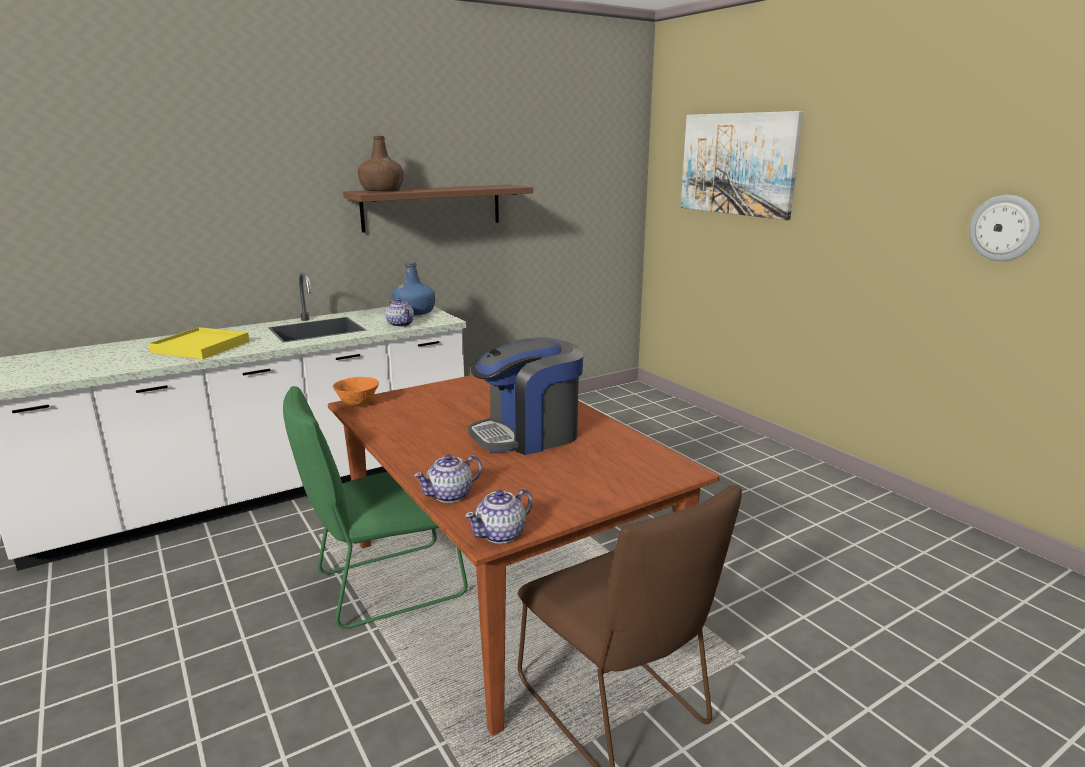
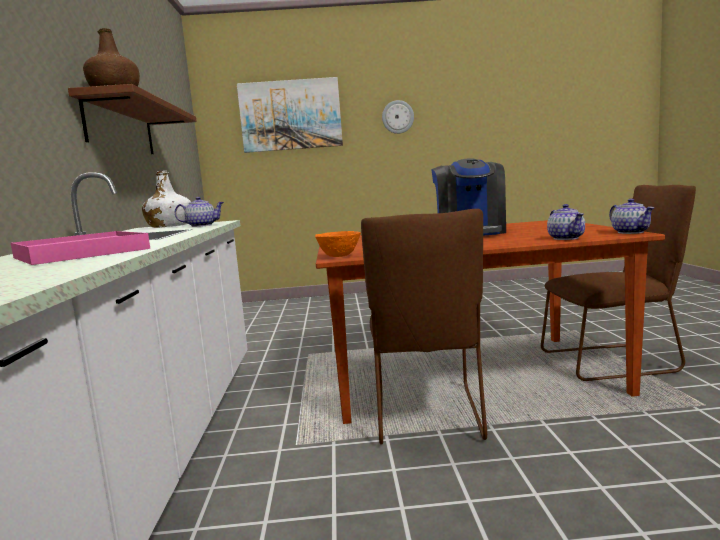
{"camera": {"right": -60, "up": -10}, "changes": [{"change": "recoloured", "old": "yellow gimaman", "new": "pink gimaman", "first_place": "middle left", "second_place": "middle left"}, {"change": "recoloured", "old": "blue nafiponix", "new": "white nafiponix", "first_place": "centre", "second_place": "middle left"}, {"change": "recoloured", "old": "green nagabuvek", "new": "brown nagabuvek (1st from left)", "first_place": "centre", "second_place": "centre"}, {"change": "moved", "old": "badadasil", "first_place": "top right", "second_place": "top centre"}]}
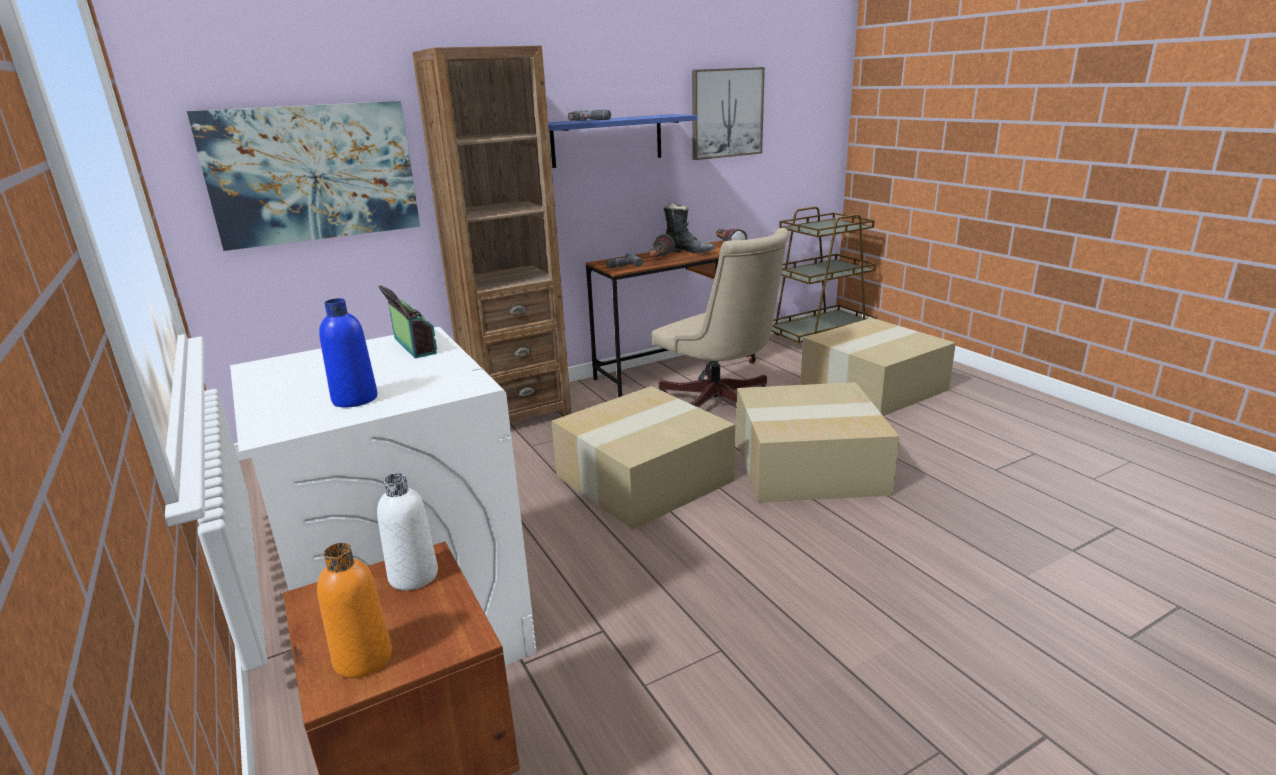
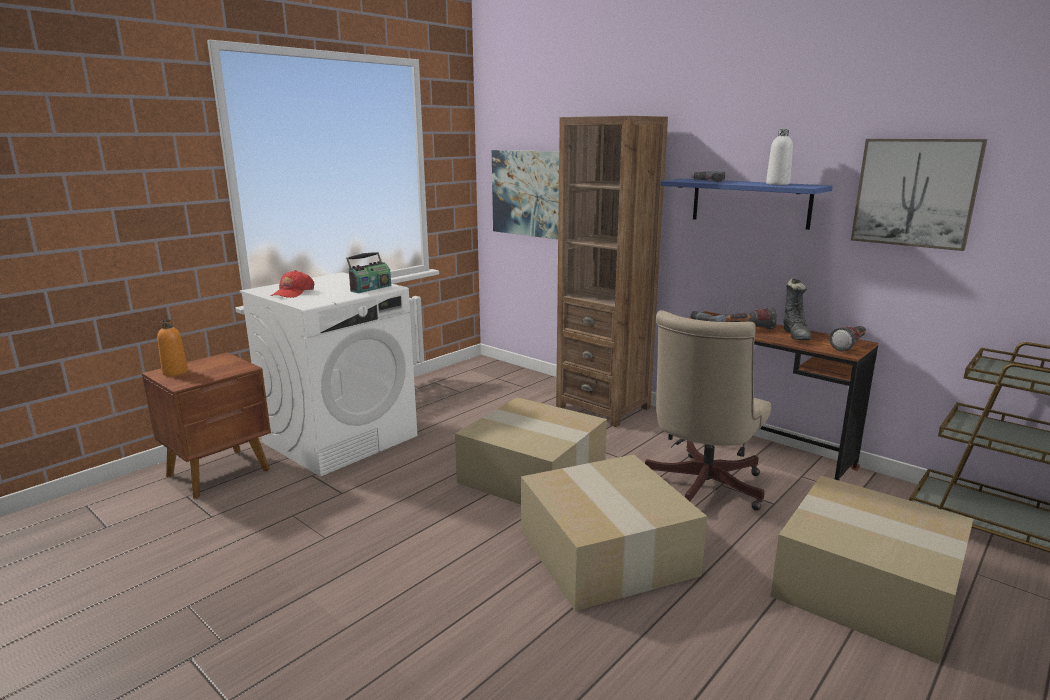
{"camera": {"right": 70, "up": -5}, "changes": [{"change": "replaced", "old": "blue nafiponix", "new": "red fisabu", "first_place": "middle left", "second_place": "middle left"}, {"change": "moved", "old": "white nafiponix", "first_place": "bottom left", "second_place": "top right"}]}
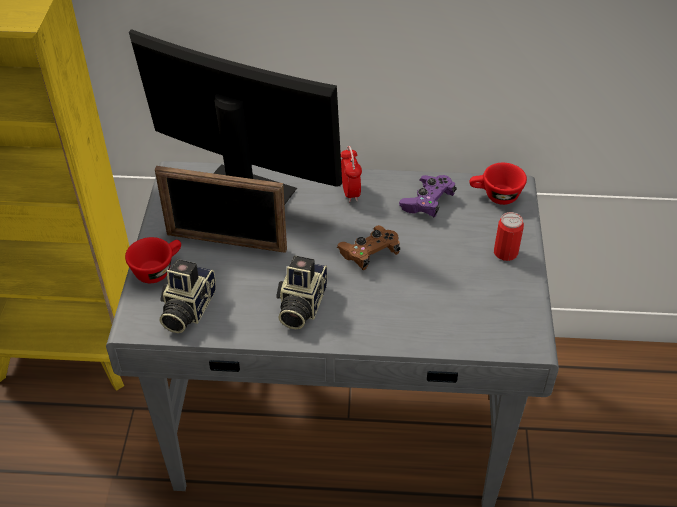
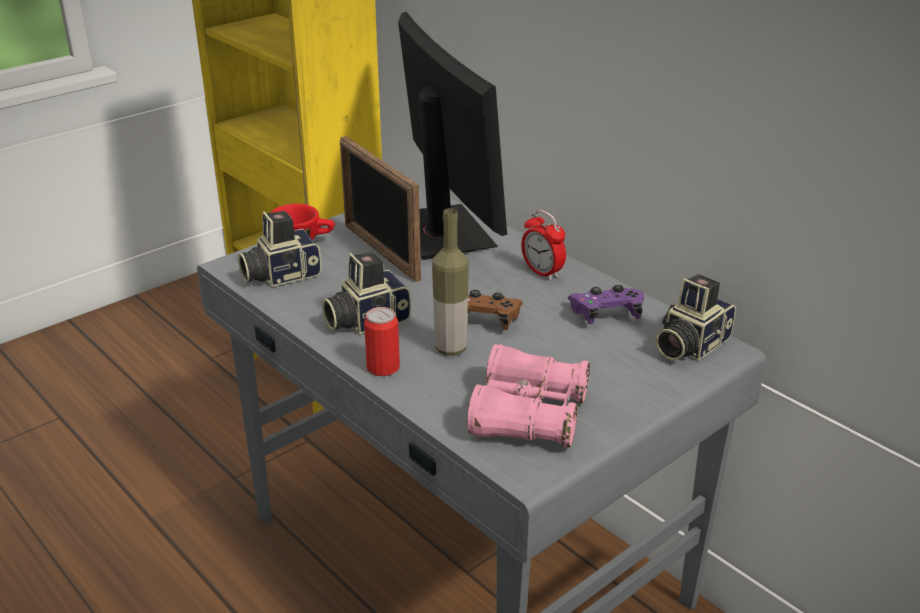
{"camera": {"right": 45, "up": -15}, "changes": [{"change": "moved", "old": "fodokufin", "first_place": "middle right", "second_place": "centre"}, {"change": "added", "new": "nafiponix", "second_place": "centre"}, {"change": "added", "new": "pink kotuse", "second_place": "centre"}, {"change": "turned", "old": "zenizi", "first_place": "centre", "second_place": "centre", "degrees": 105}, {"change": "replaced", "old": "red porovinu (2nd from left)", "new": "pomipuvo (3rd from left)", "first_place": "middle right", "second_place": "middle right"}]}
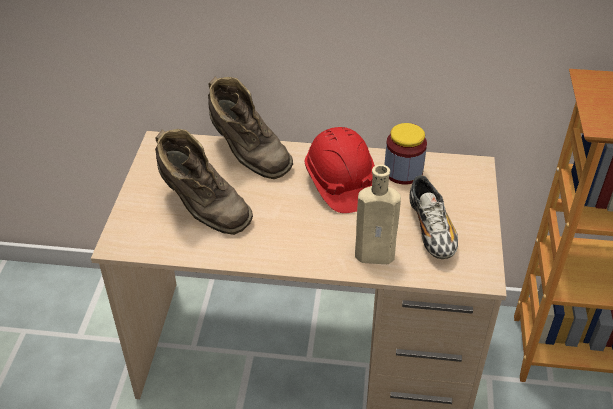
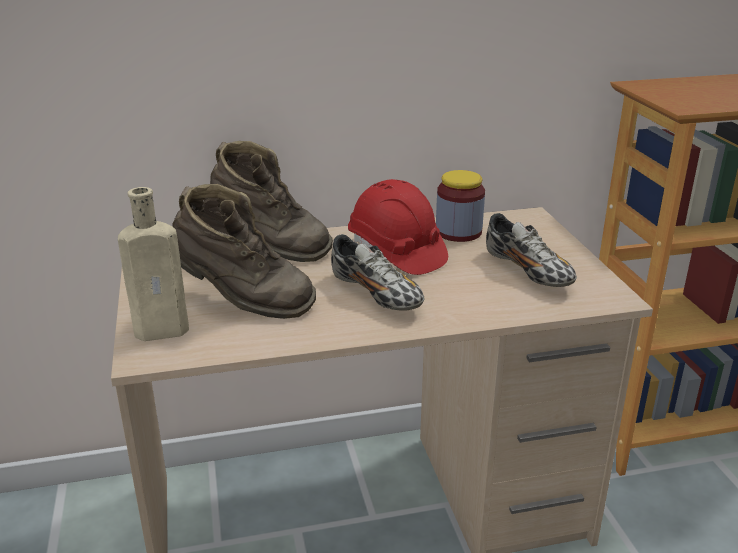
{"camera": {"right": -20, "up": -15}, "changes": [{"change": "moved", "old": "beige nafiponix", "first_place": "centre", "second_place": "middle left"}, {"change": "added", "new": "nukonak (1st from left)", "second_place": "centre"}]}
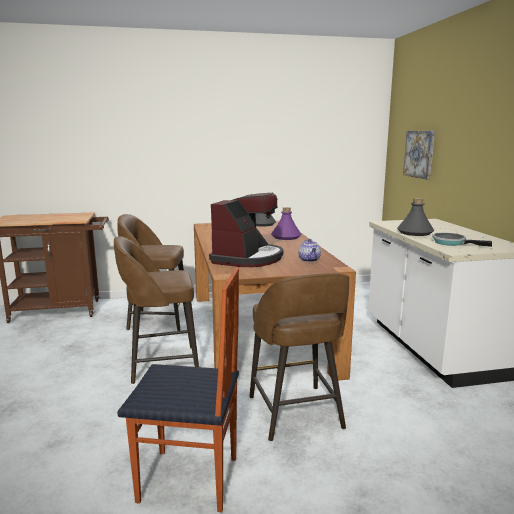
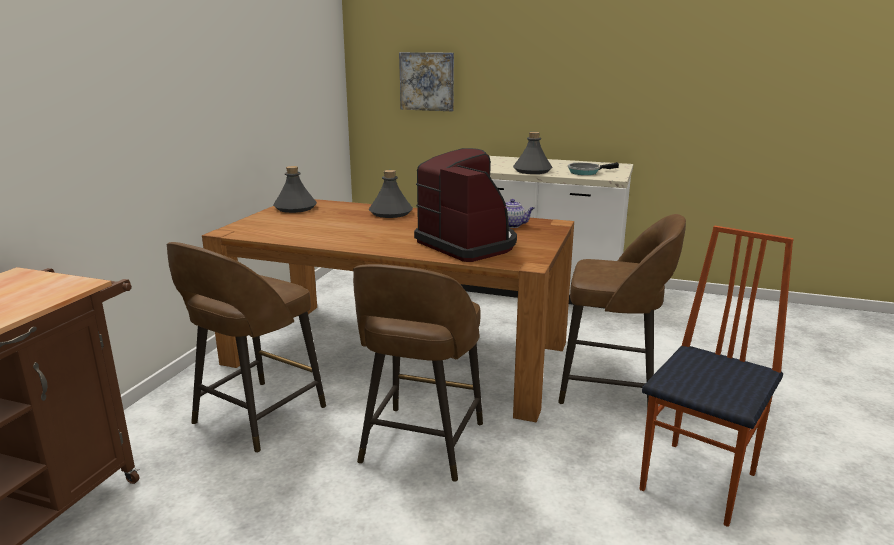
{"camera": {"right": -60, "up": 5}, "changes": [{"change": "recoloured", "old": "purple nafiponix", "new": "grey nafiponix (2nd from left)", "first_place": "centre", "second_place": "centre"}]}
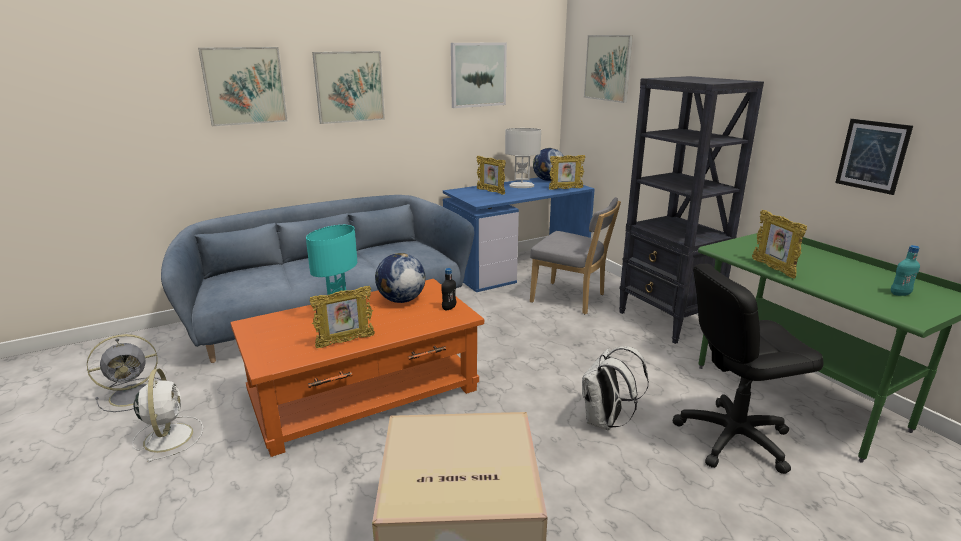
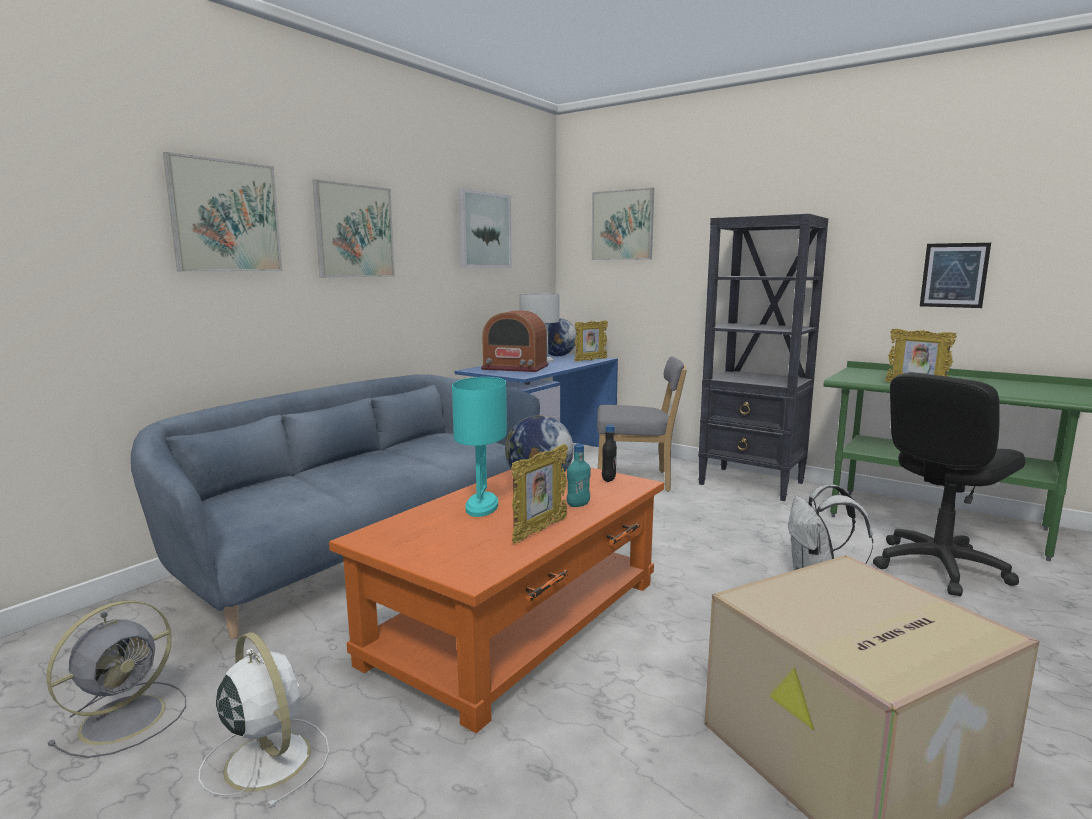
{"camera": {"right": -25, "up": -10}, "changes": [{"change": "replaced", "old": "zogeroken (2nd from left)", "new": "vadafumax", "first_place": "top centre", "second_place": "centre"}, {"change": "moved", "old": "turquoise nafiponix", "first_place": "middle right", "second_place": "centre"}]}
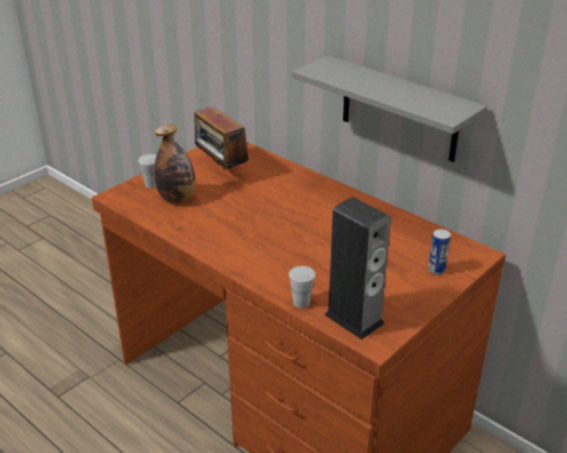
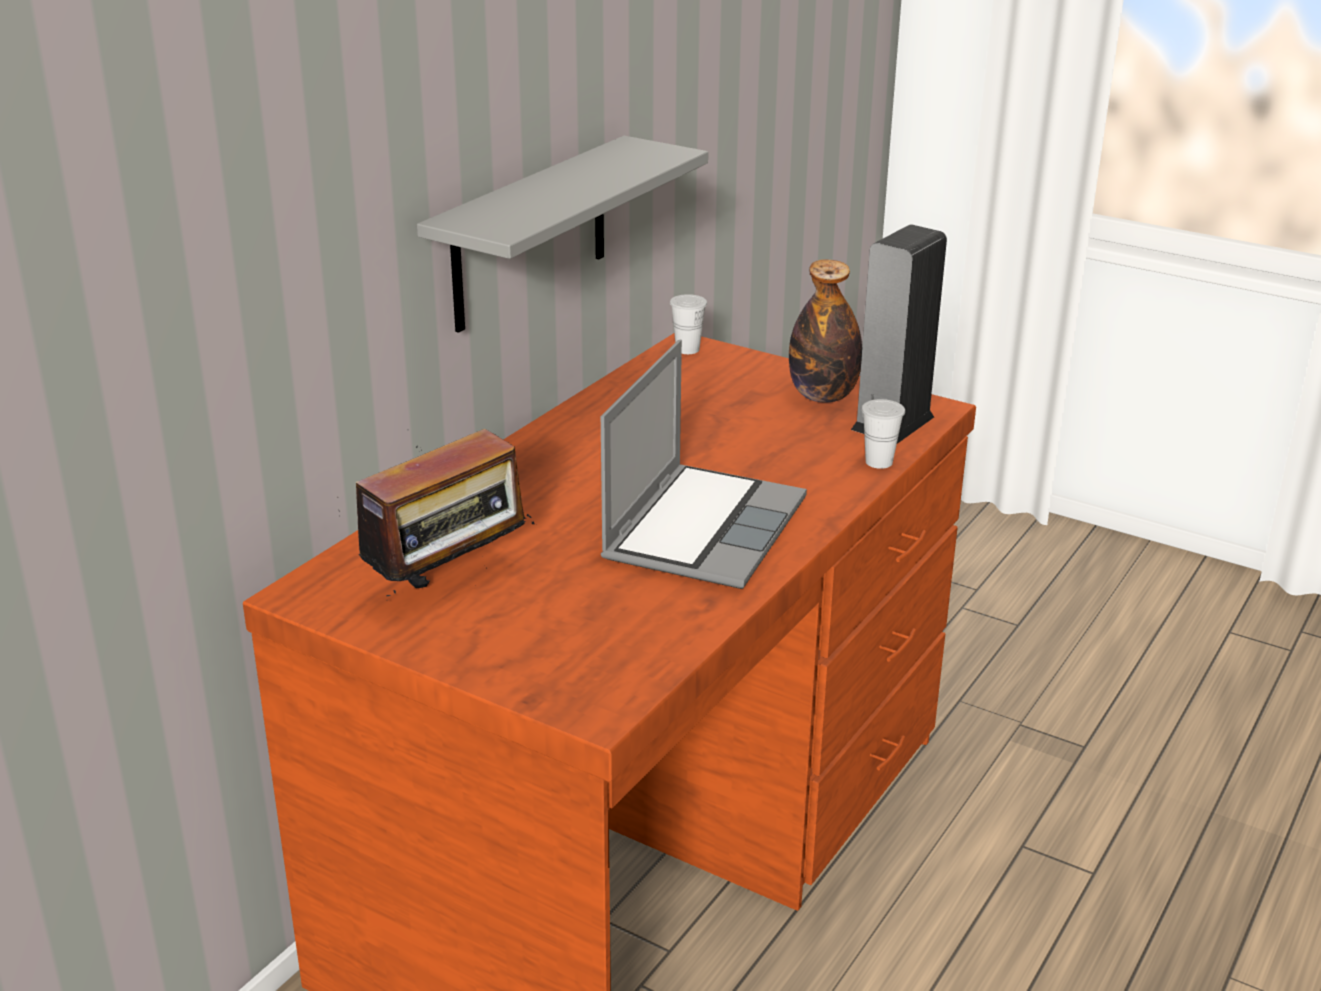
{"camera": {"right": -100, "up": -5}, "changes": [{"change": "added", "new": "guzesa", "second_place": "centre"}, {"change": "moved", "old": "white porovinu (1st from left)", "first_place": "middle left", "second_place": "top centre"}, {"change": "moved", "old": "nafiponix", "first_place": "middle left", "second_place": "centre"}, {"change": "removed", "old": "fodokufin", "first_place": "middle right"}]}
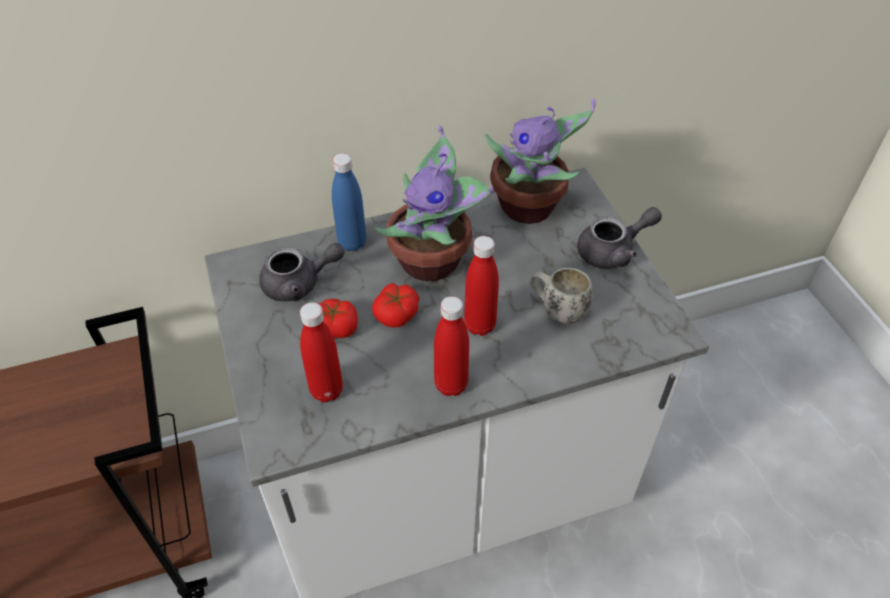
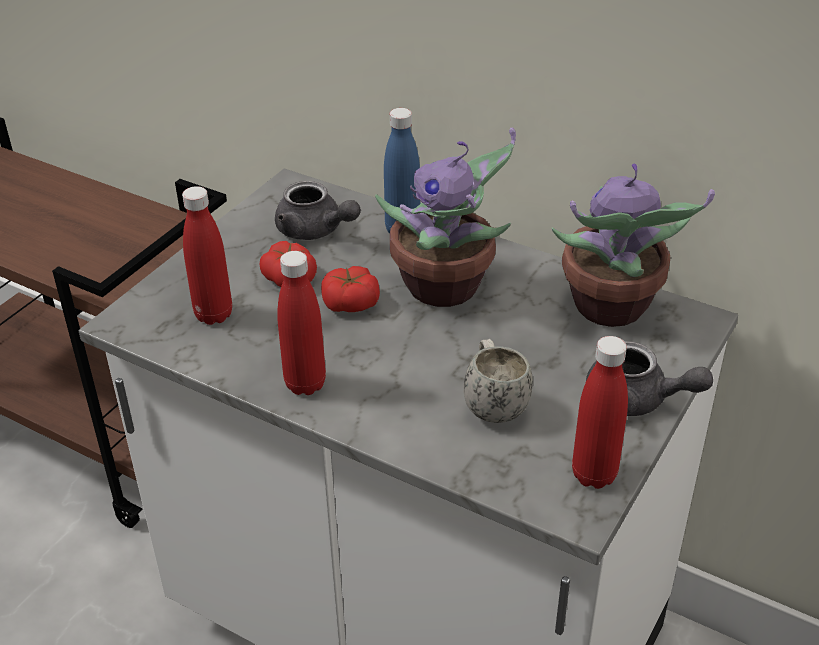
{"camera": {"right": 50, "up": -10}, "changes": [{"change": "moved", "old": "red nafiponix (3rd from left)", "first_place": "centre", "second_place": "middle right"}]}
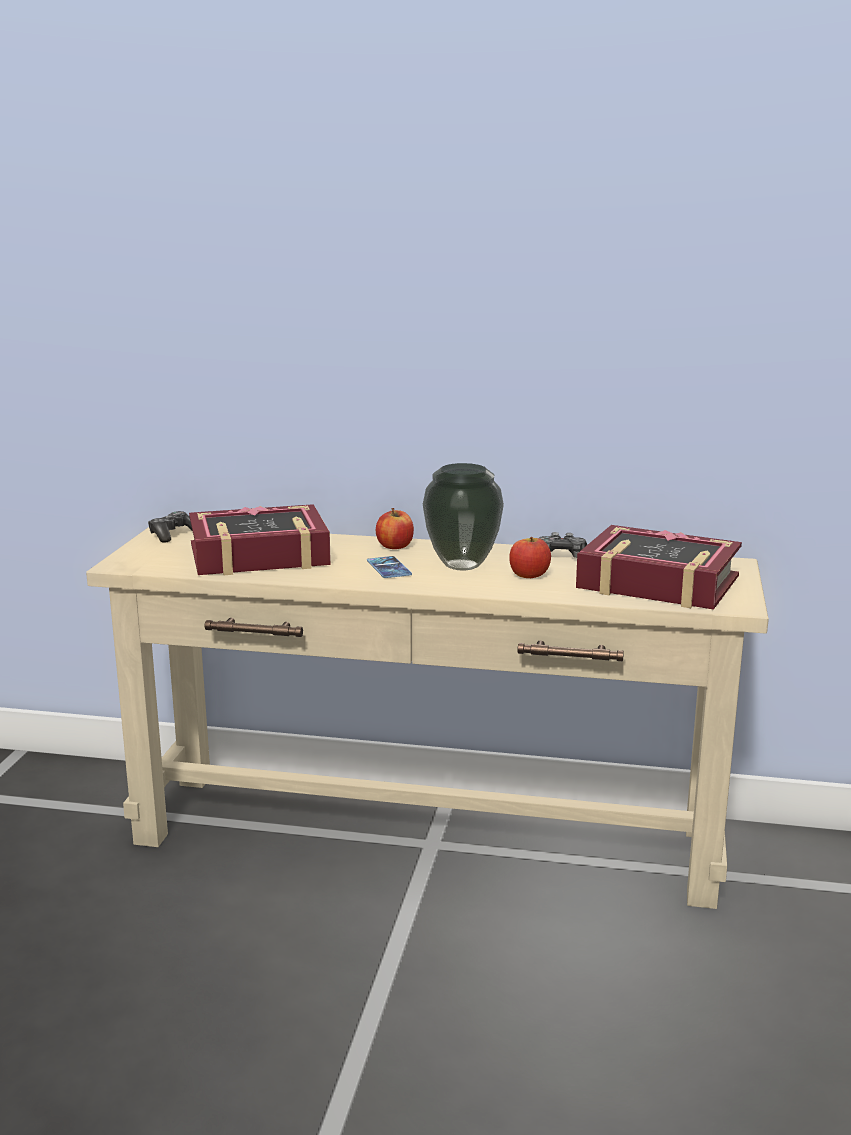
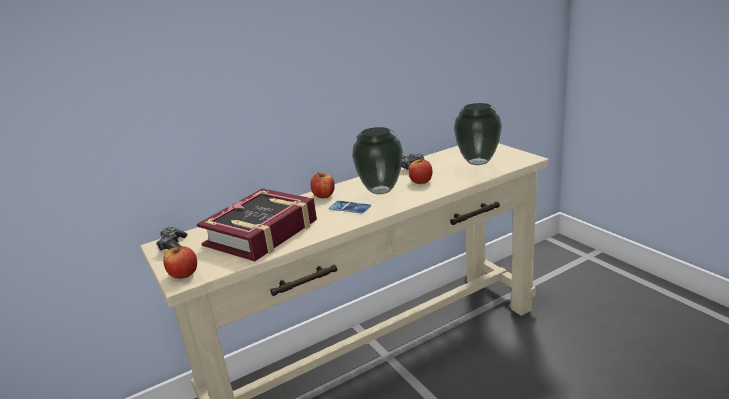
{"camera": {"right": -40, "up": 5}, "changes": [{"change": "added", "new": "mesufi (1st from left)", "second_place": "middle left"}, {"change": "replaced", "old": "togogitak (2nd from left)", "new": "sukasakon (2nd from left)", "first_place": "middle right", "second_place": "centre"}]}
